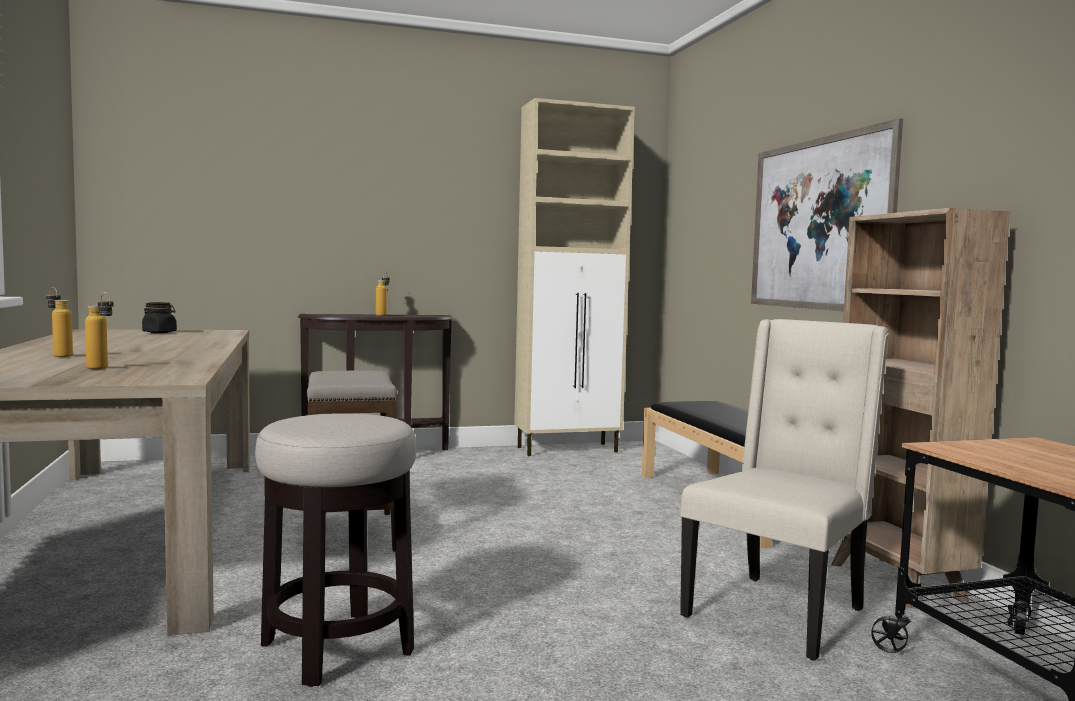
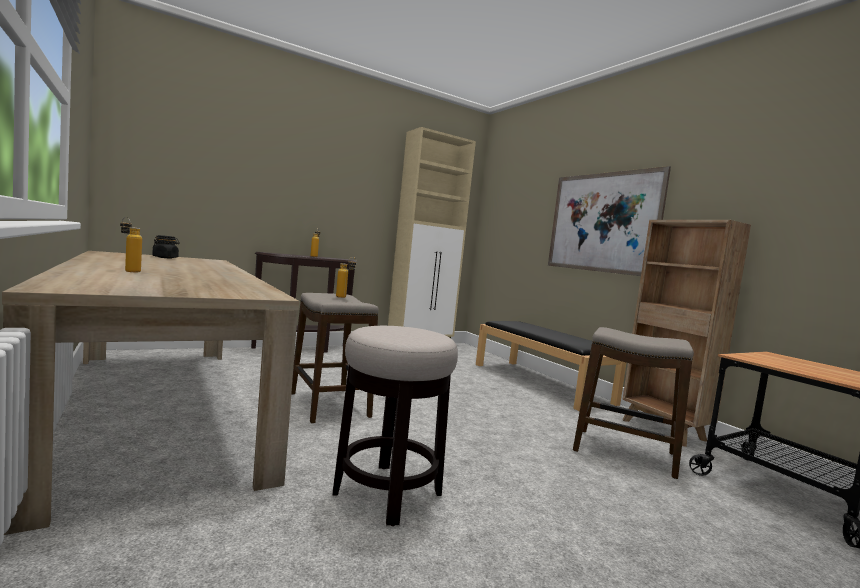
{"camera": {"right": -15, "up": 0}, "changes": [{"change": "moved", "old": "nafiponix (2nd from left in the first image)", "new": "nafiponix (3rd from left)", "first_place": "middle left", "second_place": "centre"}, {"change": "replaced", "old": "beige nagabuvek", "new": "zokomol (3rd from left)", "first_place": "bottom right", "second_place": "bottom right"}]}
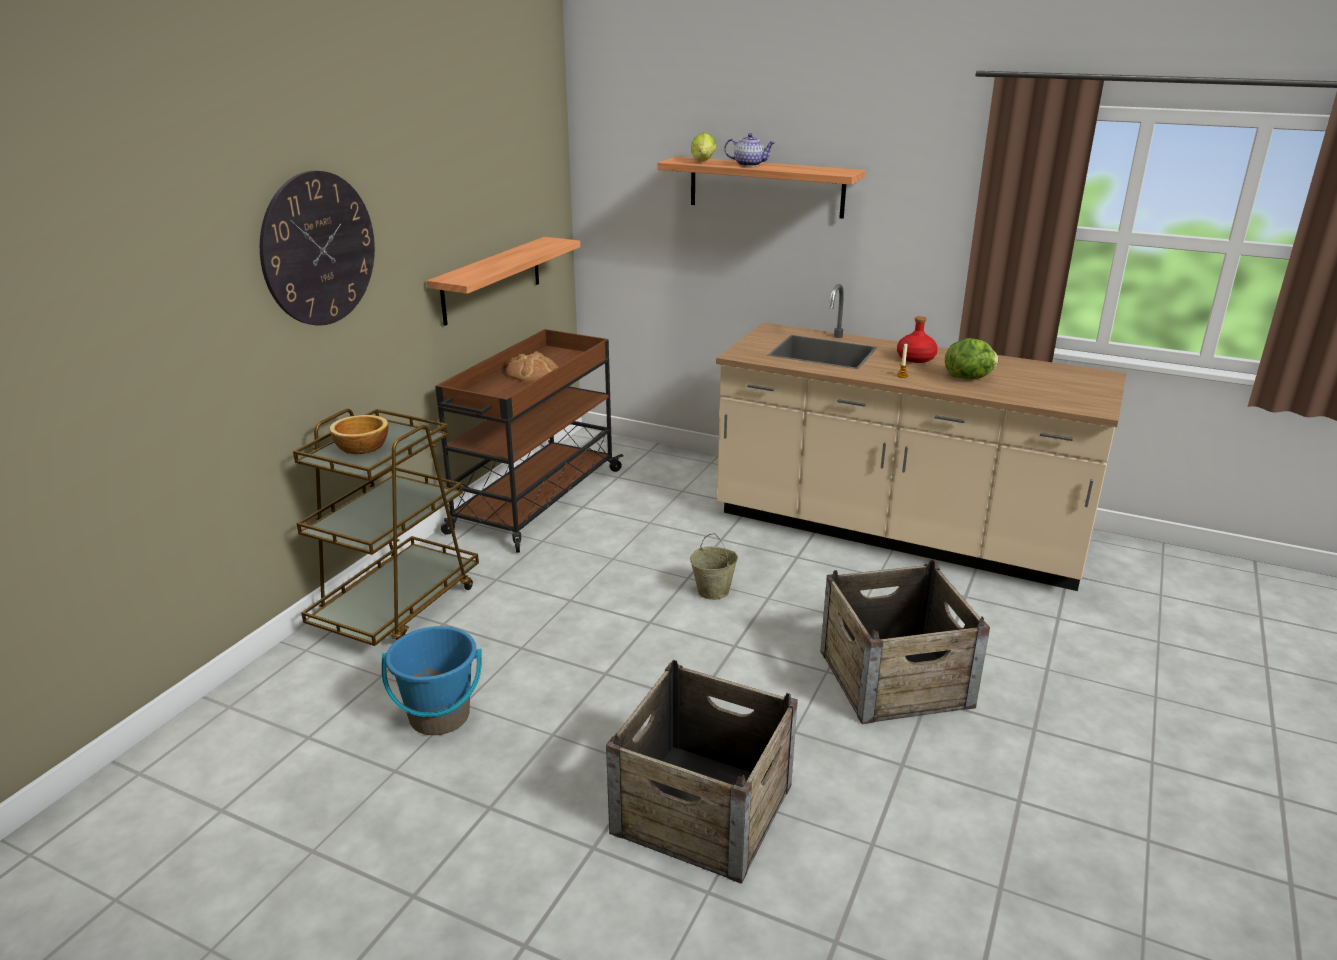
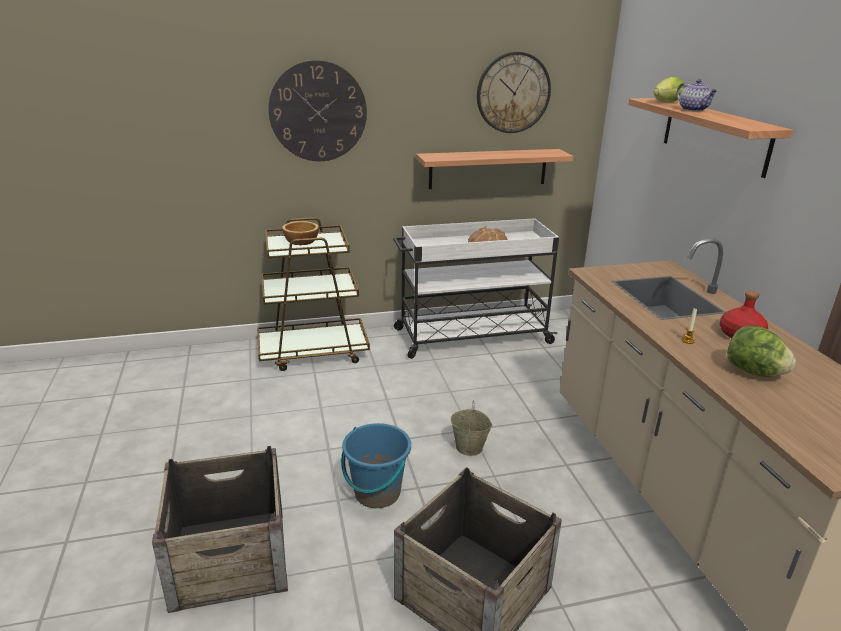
{"camera": {"right": 50, "up": 0}, "changes": [{"change": "moved", "old": "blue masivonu", "first_place": "bottom left", "second_place": "bottom centre"}, {"change": "recoloured", "old": "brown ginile (2nd from left)", "new": "white ginile", "first_place": "centre", "second_place": "centre"}, {"change": "added", "new": "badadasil (2nd from left)", "second_place": "top centre"}]}
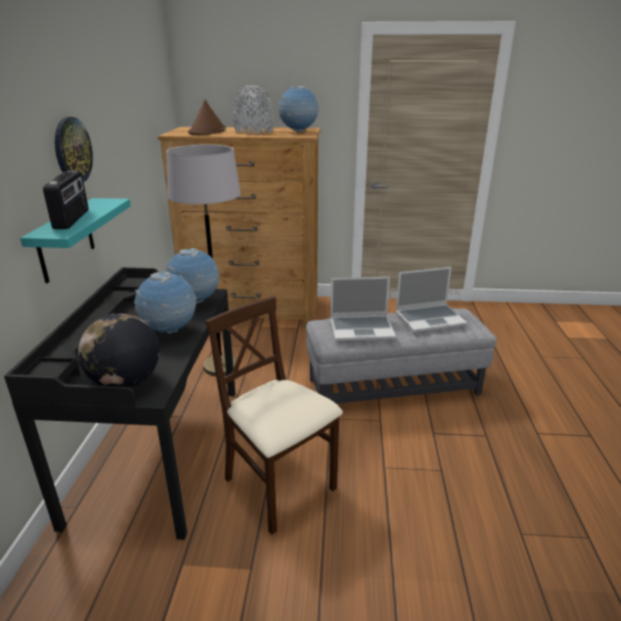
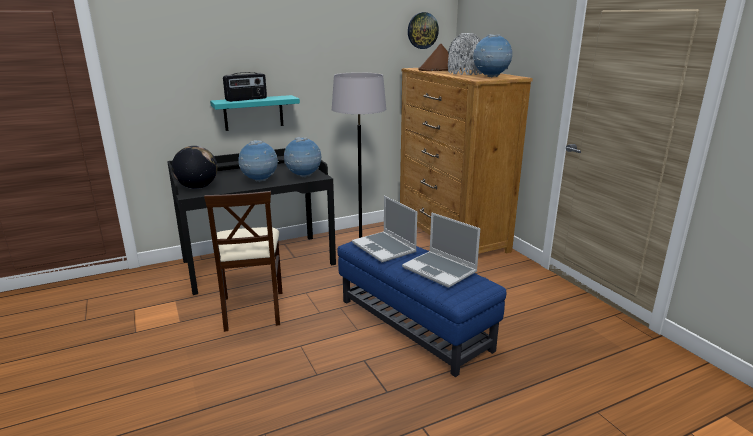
{"camera": {"right": 60, "up": -5}, "changes": [{"change": "turned", "old": "beige nagabuvek", "first_place": "bottom centre", "second_place": "middle left", "degrees": 150}, {"change": "recoloured", "old": "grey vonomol", "new": "blue vonomol", "first_place": "centre", "second_place": "bottom centre"}, {"change": "moved", "old": "badadasil", "first_place": "top left", "second_place": "top centre"}]}
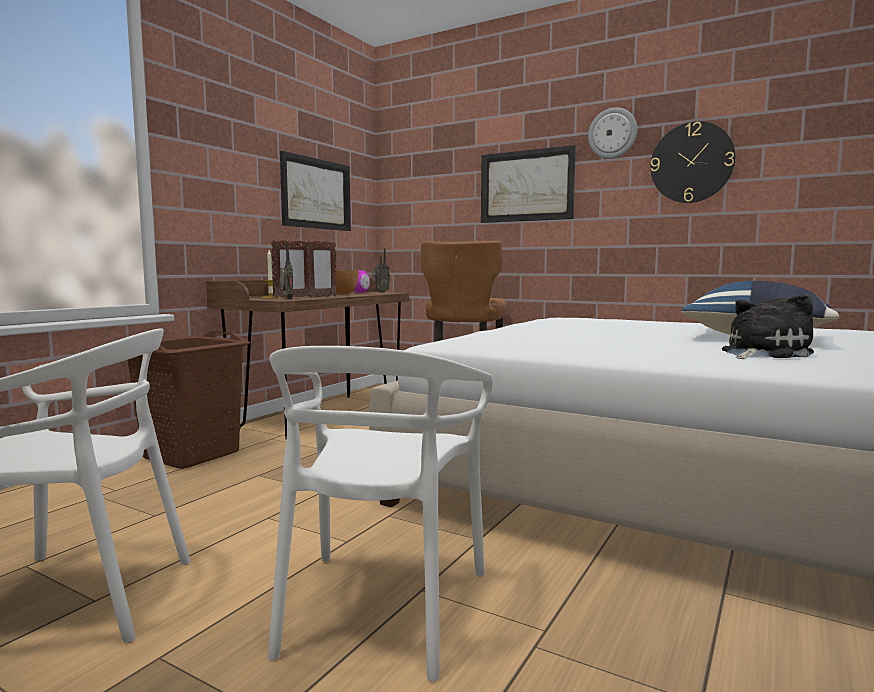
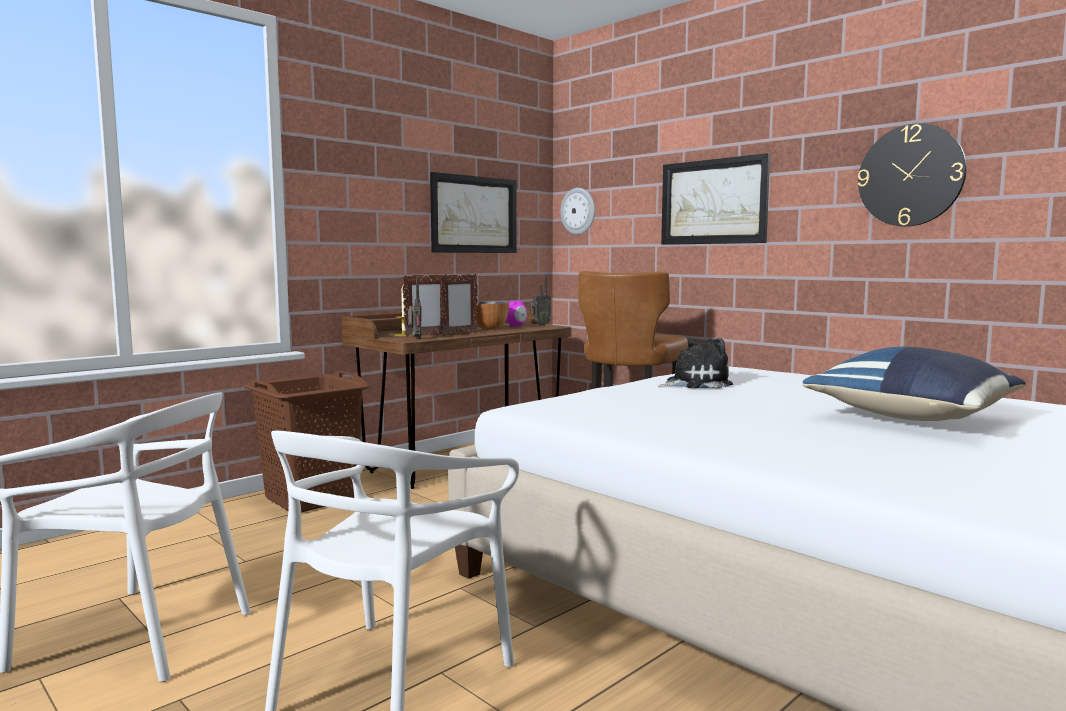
{"camera": {"right": 15, "up": 0}, "changes": [{"change": "moved", "old": "badadasil (1st from left)", "first_place": "top right", "second_place": "top centre"}, {"change": "moved", "old": "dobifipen", "first_place": "middle right", "second_place": "centre"}]}
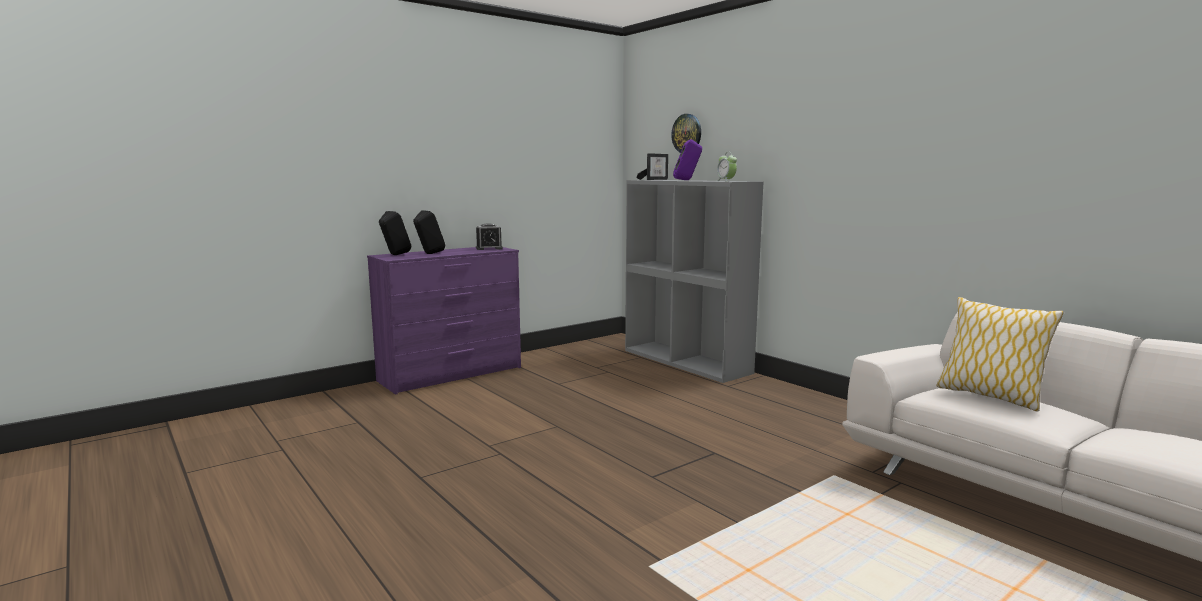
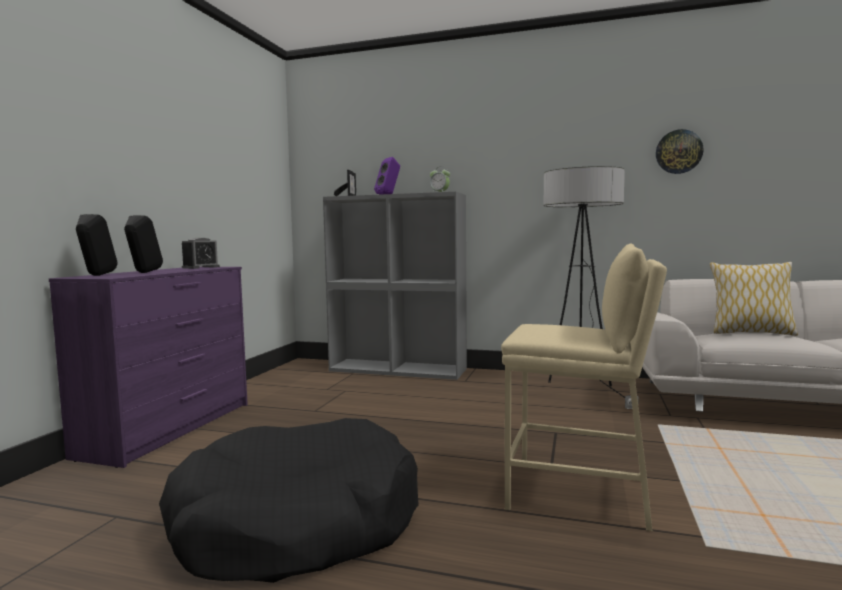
{"camera": {"right": -35, "up": -5}, "changes": [{"change": "added", "new": "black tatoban", "second_place": "bottom centre"}, {"change": "added", "new": "beige zokomol", "second_place": "middle right"}, {"change": "added", "new": "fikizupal", "second_place": "middle right"}, {"change": "moved", "old": "badadasil", "first_place": "top centre", "second_place": "top right"}]}
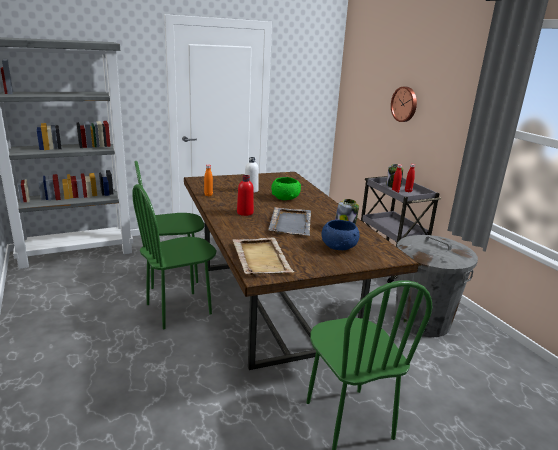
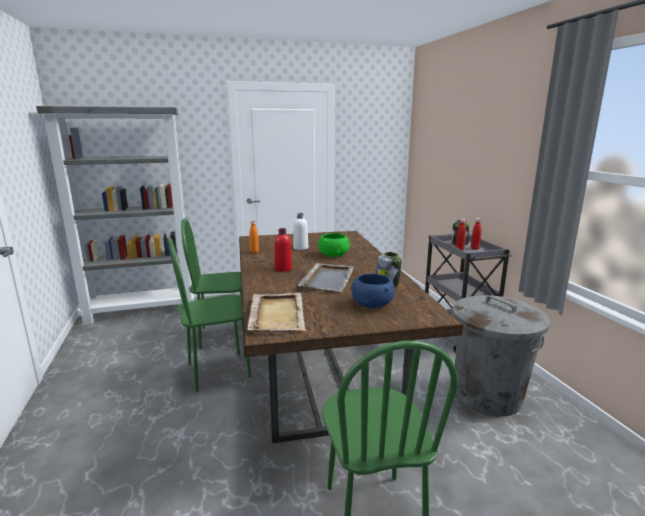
{"camera": {"right": 10, "up": -5}, "changes": [{"change": "removed", "old": "badadasil", "first_place": "top right"}]}
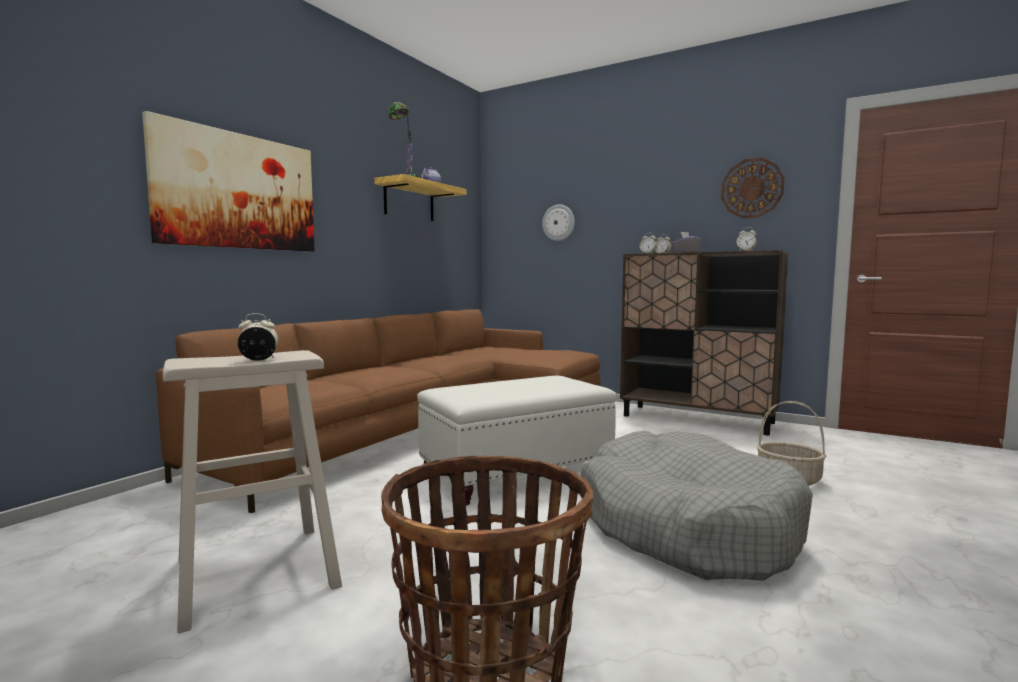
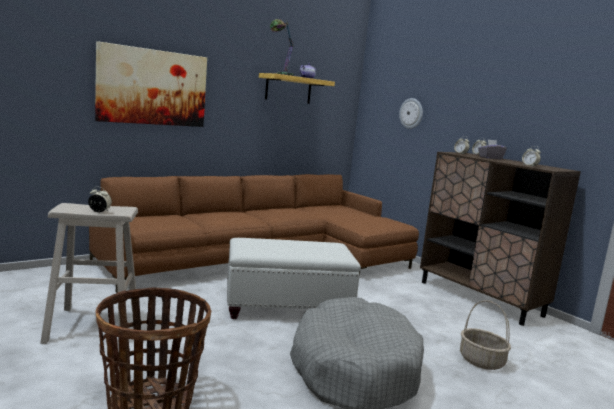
{"camera": {"right": 20, "up": 5}, "changes": [{"change": "removed", "old": "badadasil (2nd from left)", "first_place": "top right"}]}
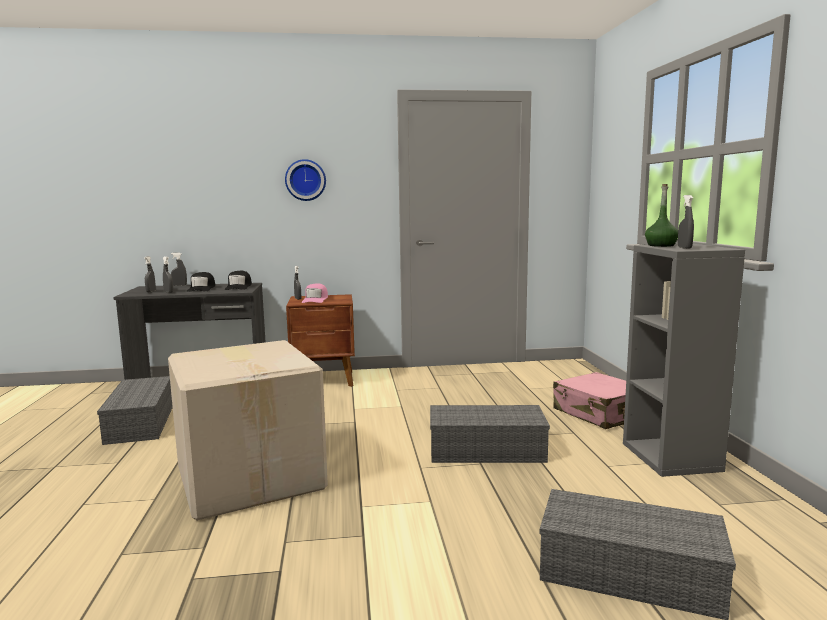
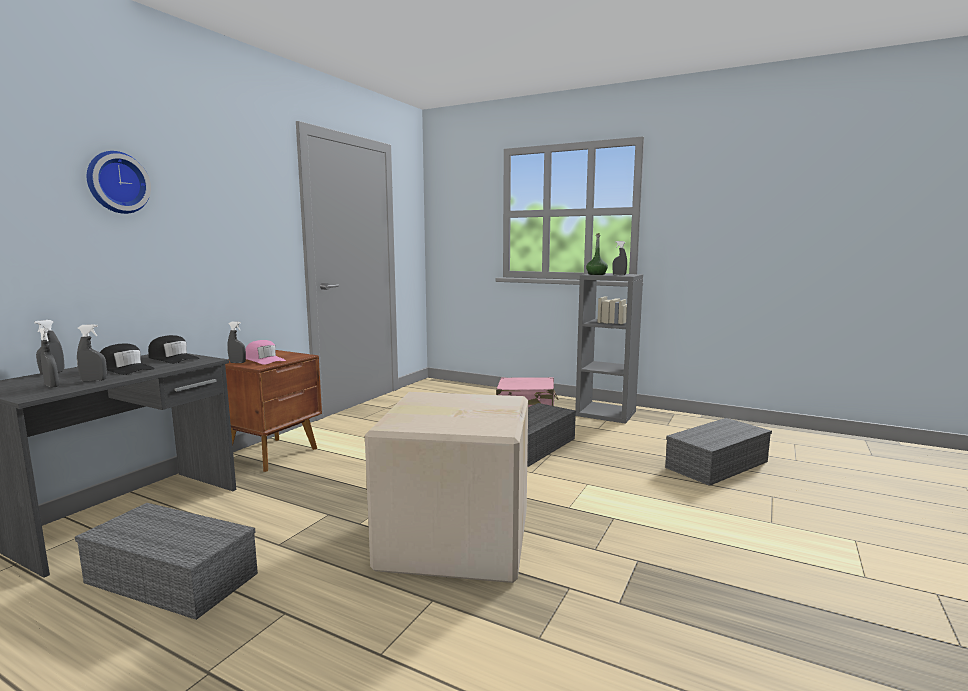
{"camera": {"right": -55, "up": 0}, "changes": [{"change": "moved", "old": "badadasil", "first_place": "top centre", "second_place": "top left"}]}
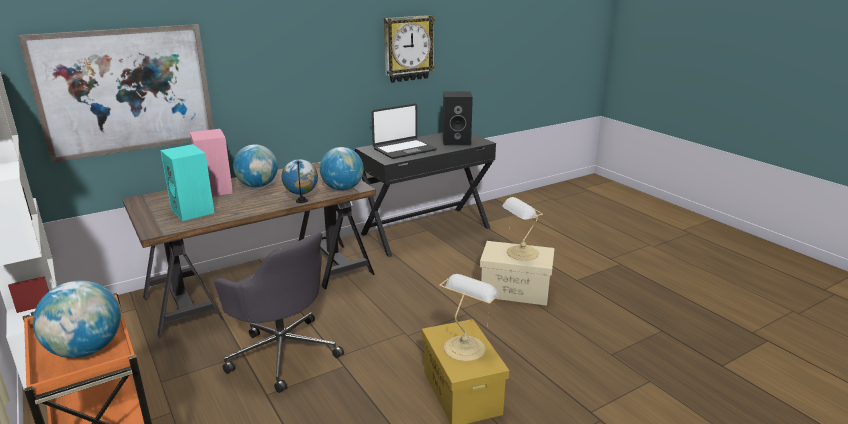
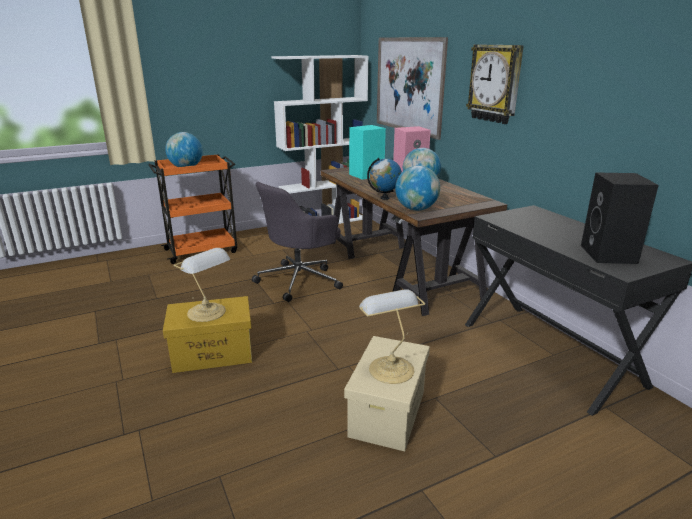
{"camera": {"right": 95, "up": 0}, "changes": [{"change": "moved", "old": "badadasil", "first_place": "top centre", "second_place": "top right"}, {"change": "removed", "old": "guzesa", "first_place": "top centre"}]}
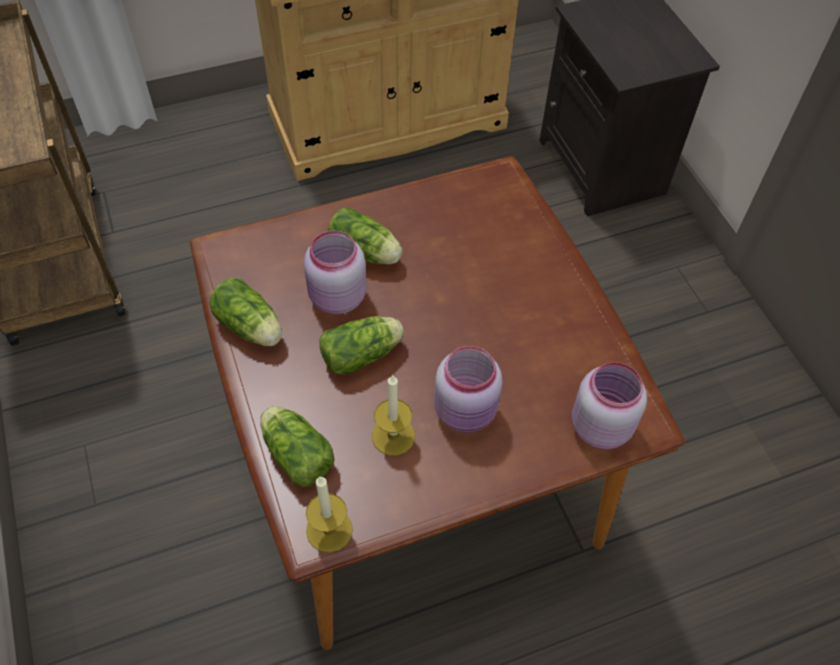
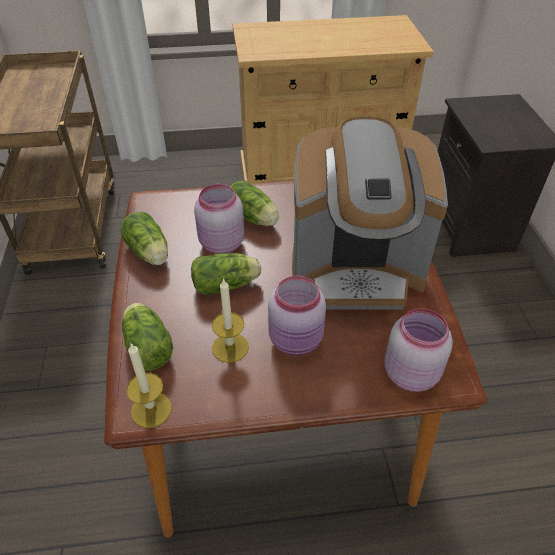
{"camera": {"right": 15, "up": -10}, "changes": [{"change": "added", "new": "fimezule", "second_place": "middle right"}]}
